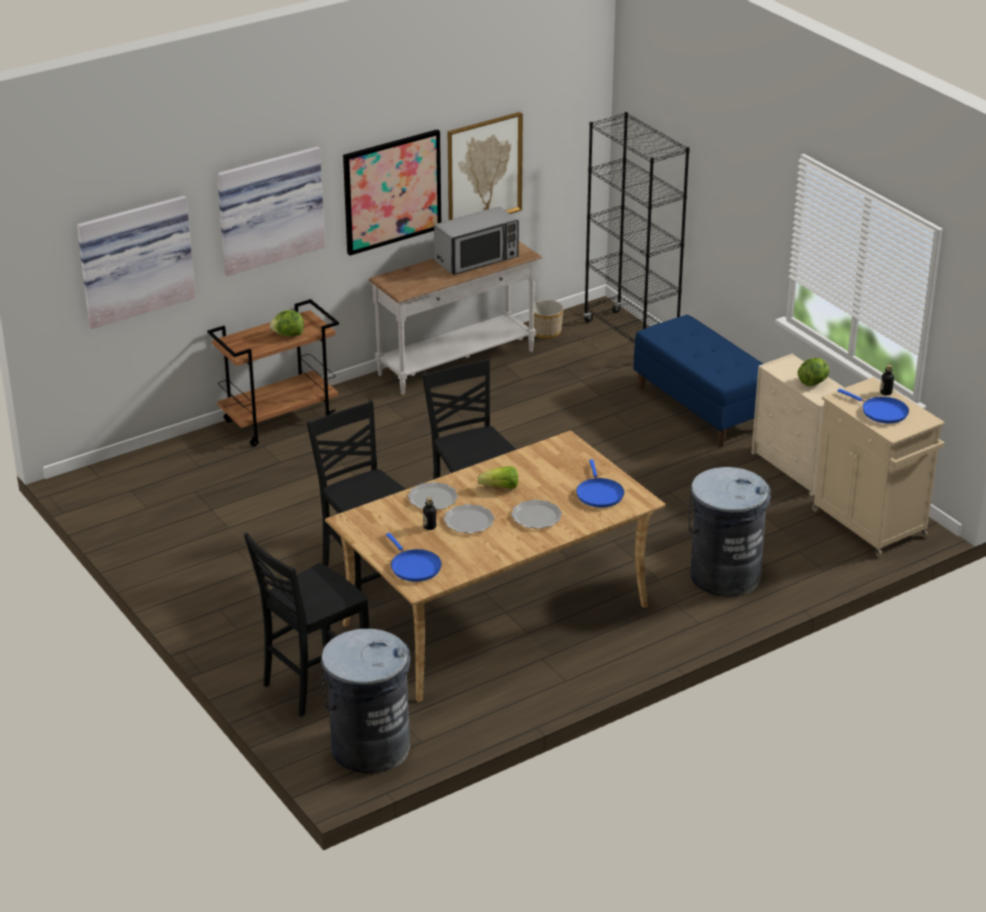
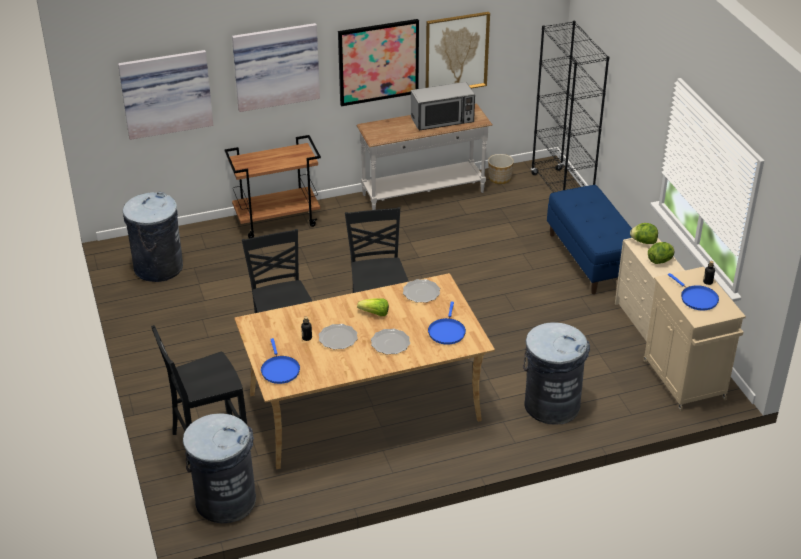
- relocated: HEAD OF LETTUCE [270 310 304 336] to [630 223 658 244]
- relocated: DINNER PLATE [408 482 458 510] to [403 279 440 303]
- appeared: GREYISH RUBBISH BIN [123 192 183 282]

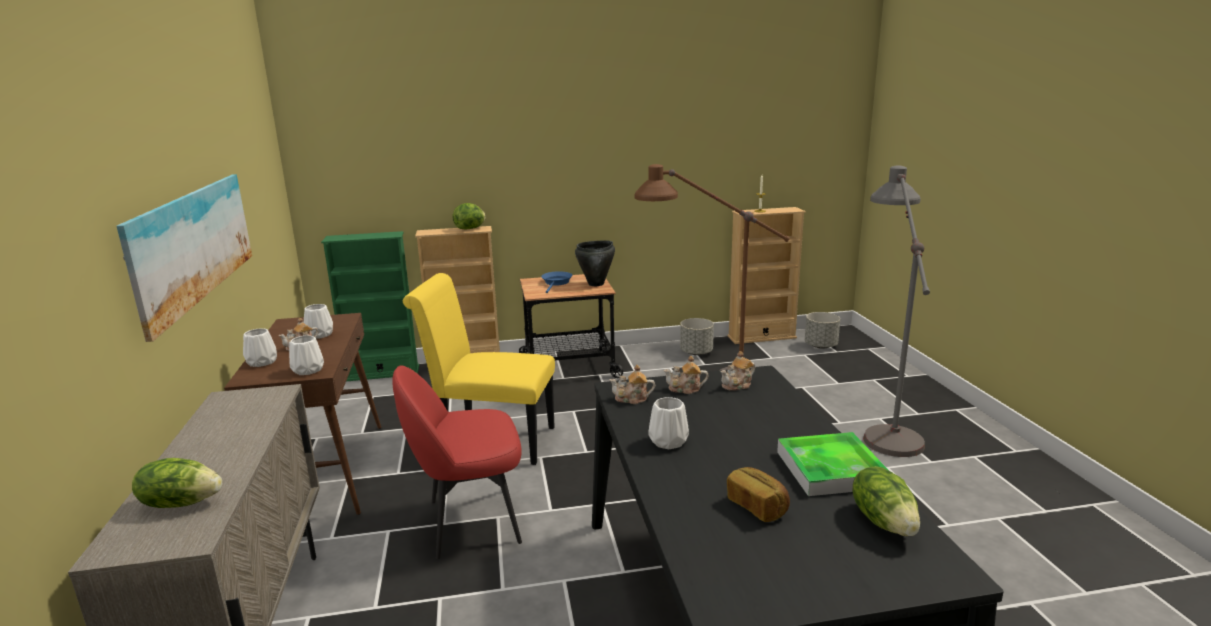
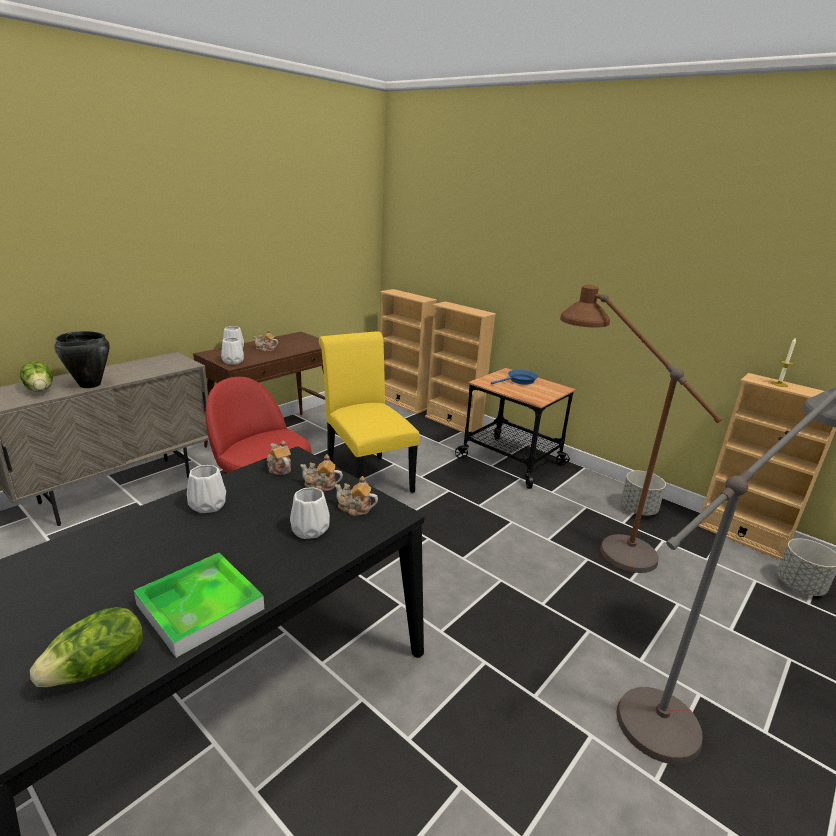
- missing: WALL PICTURE [117 174 252 342]
- relocated: WHITE FLOWER VASE [304 304 333 339] to [290 487 330 539]
- colour: GREENISH SHELVING UNIT [321 231 419 381] to BEIGE SHELVING UNIT [380 289 437 414]
- missing: HEAD OF LETTUCE [453 203 486 229]
- relocated: BLACK STOCKPOT [575 240 615 286] to [54 331 110 388]
- spun: TEA POT [664 356 709 394] = [300 454 343 491] 45 degrees counterclockwise
- missing: BREAD [727 467 790 522]

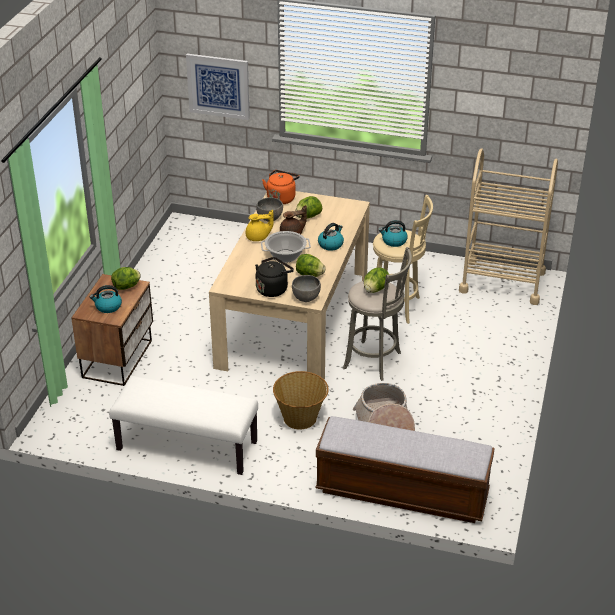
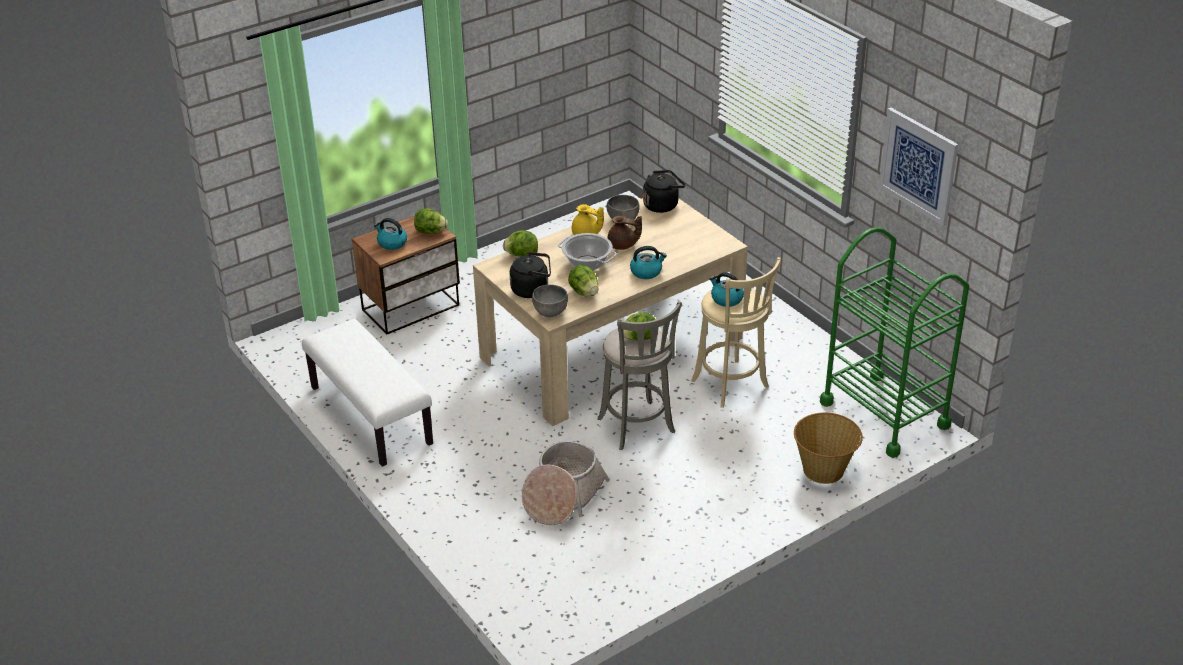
- relocated: WALL PICTURE [186 54 250 120] to [879 108 958 226]
- colour: ORANGE KETTLE [262 170 299 204] to BLACK KETTLE [643 170 685 213]
- relocated: BASKET [273 371 329 429] to [794 413 863 484]
- relocated: HEAD OF LETTUCE [295 196 322 218] to [503 231 538 257]
- missing: INDOOR BENCH [315 416 495 523]
- colour: BEIGE TROLLEY [459 148 558 305] to GREENISH TROLLEY [820 227 969 458]

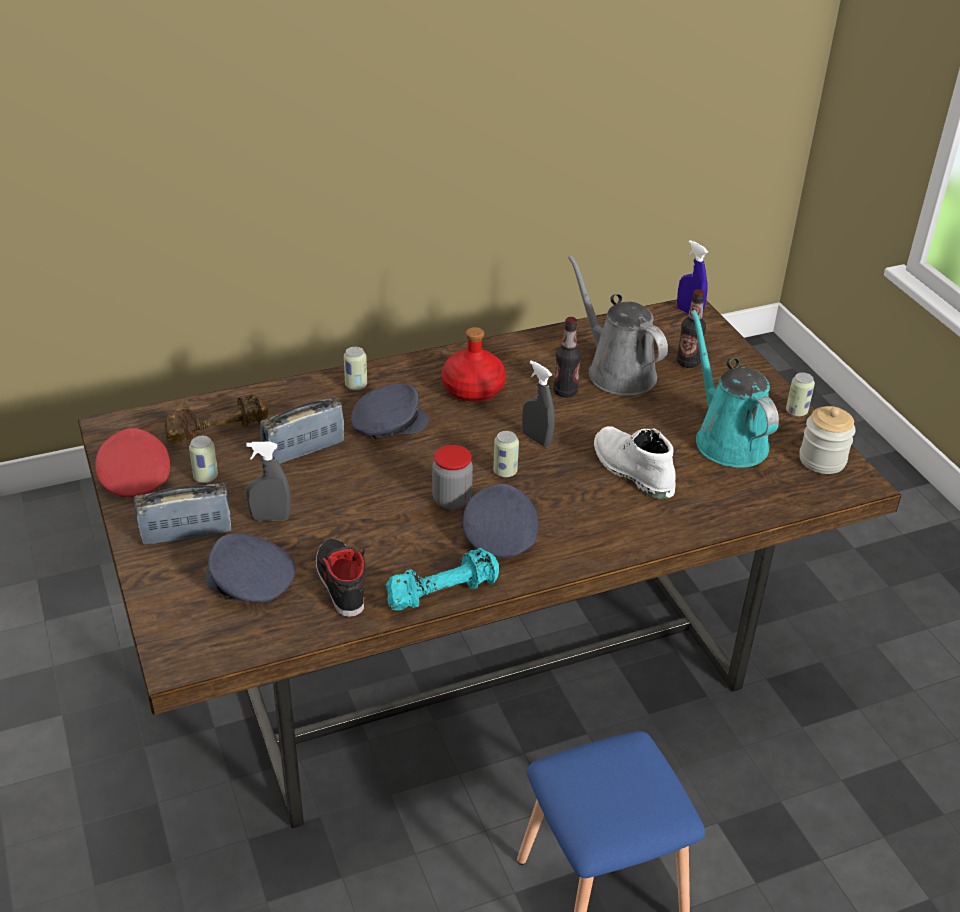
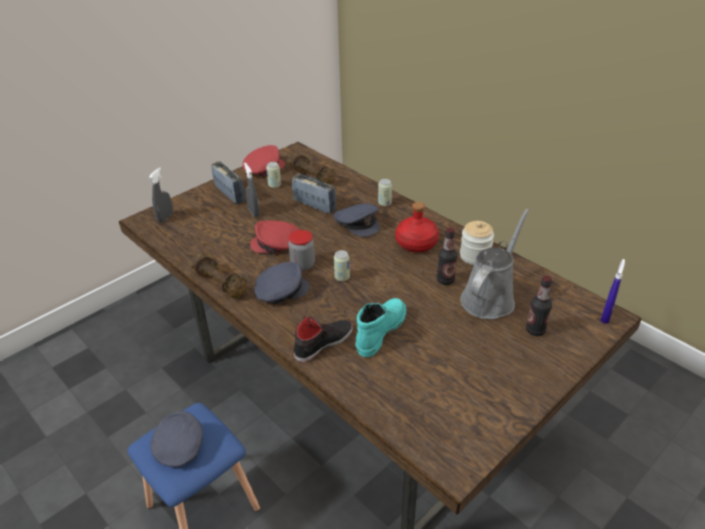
- relocated: GREYISH PEAKED CAP [205 533 295 602] to [151 411 203 467]
- relocated: BLACK ITEM OF FOOTWEAR [316 539 365 617] to [294 315 353 362]
- colour: BLUE-GREEN HAND WEIGHT [386 548 499 611] to BROWN HAND WEIGHT [188 252 247 299]
- relocated: GREYISH SPRAYER [522 360 555 447] to [149 168 173 223]
- colour: WHITE HIGH-TOP BOOT [594 426 676 499] to BLUE-GREEN HIGH-TOP BOOT [355 298 406 357]
- missing: BLUE-GREEN WATERING POT [691 310 779 468]
- missing: METAL CAN [786 373 815 417]
- relocated: STORAGE JAR [799 406 856 474] to [460 221 494 265]
- appeared: RED PEAKED CAP [250 221 299 254]

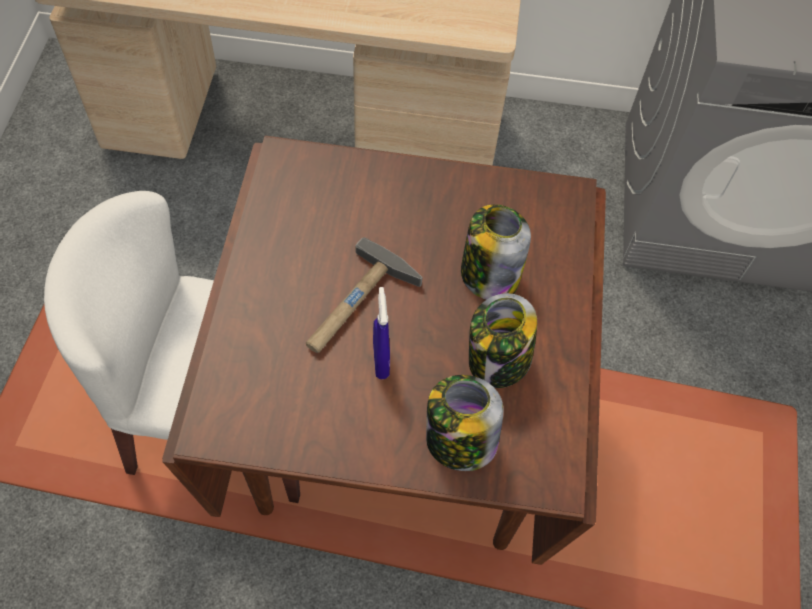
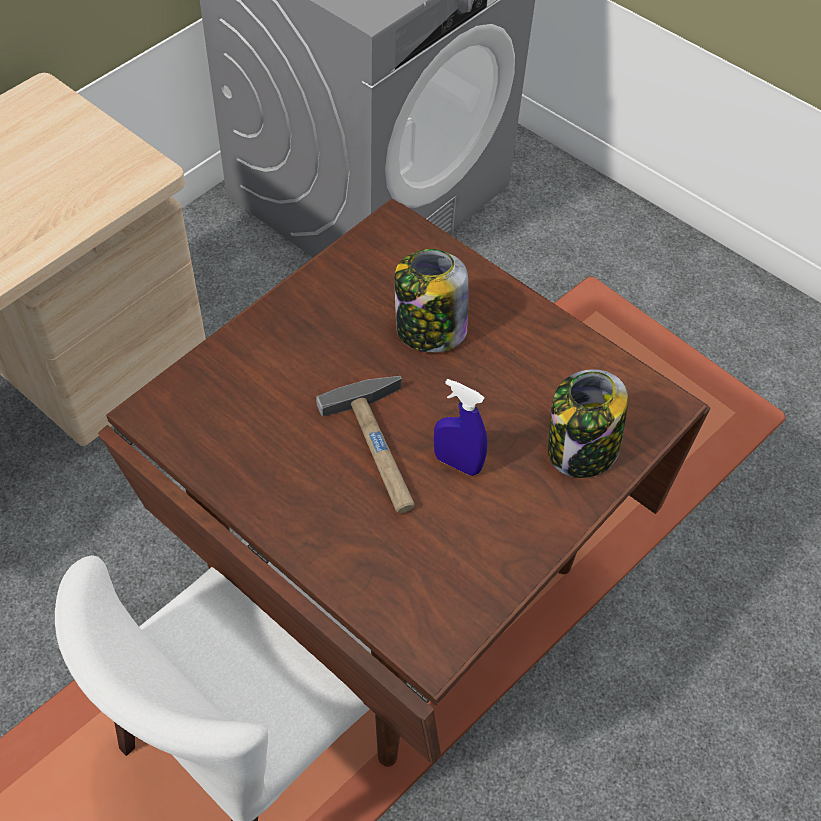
- missing: STORAGE JAR [469 293 538 388]

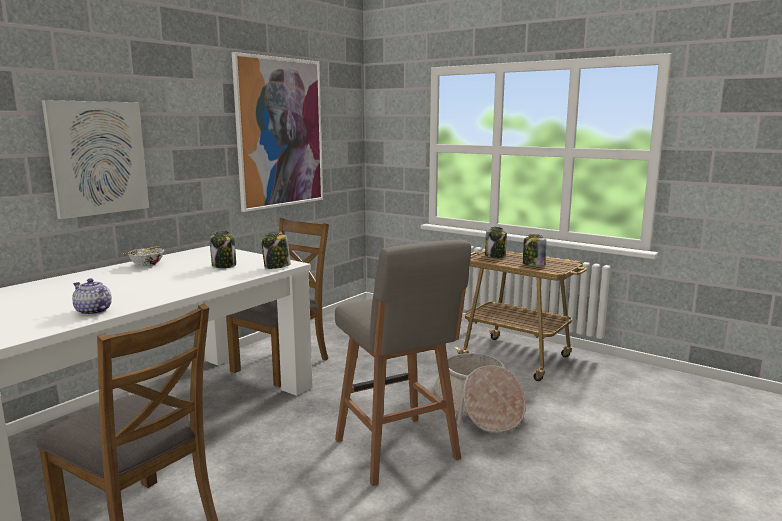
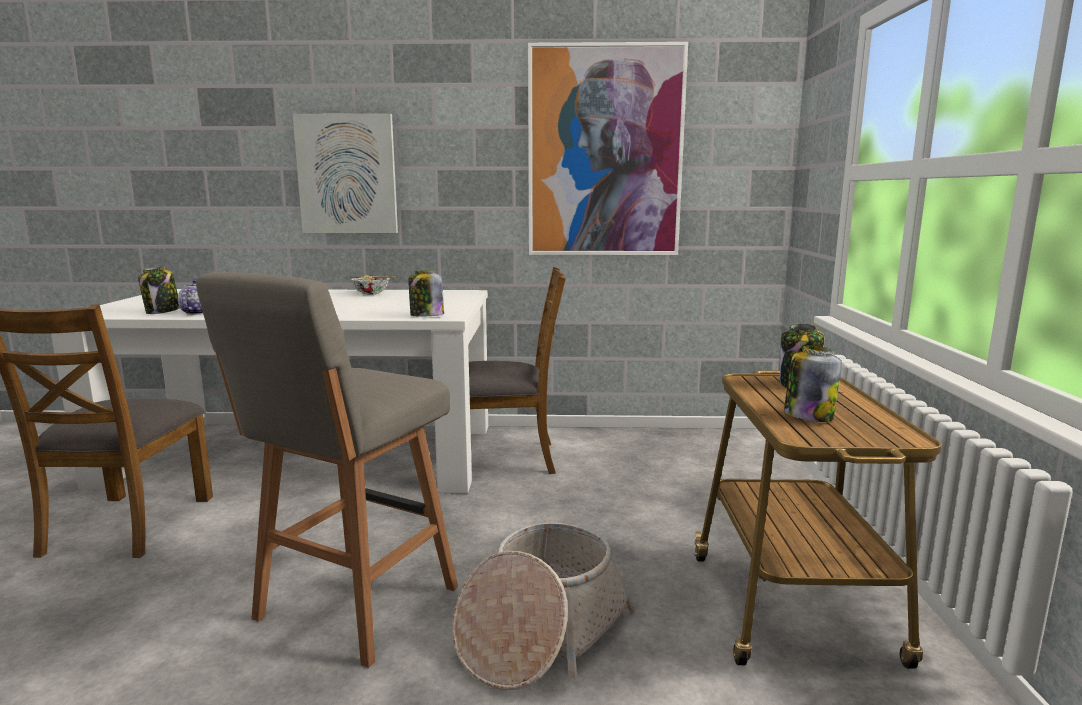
- relocated: STORAGE JAR [210 231 236 268] to [138 266 180 314]

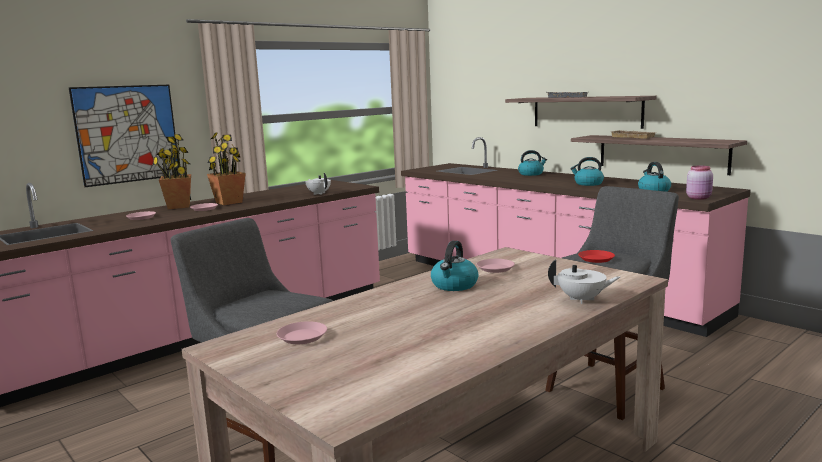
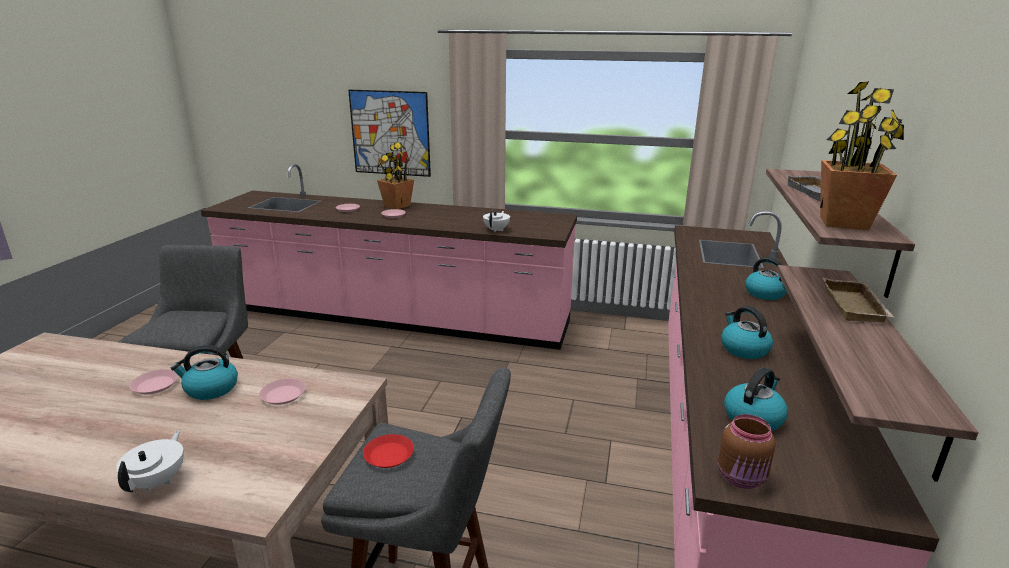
- relocated: HOUSEPLANT [207 132 246 205] to [820 81 904 230]
- relocated: PINK-COLOURED DINNER PLATE [277 321 327 344] to [129 369 179 394]
- spun: WHITE TEA POT [548 259 620 304] = [116 430 184 492] 150 degrees counterclockwise
- colour: PINK-COLOURED STORAGE JAR [686 166 713 200] to BROWN STORAGE JAR [718 414 776 489]

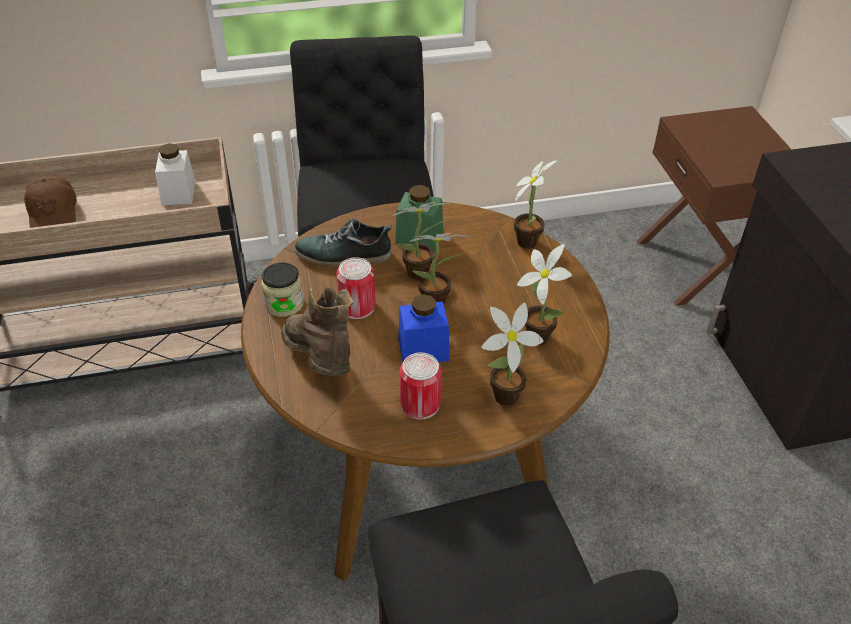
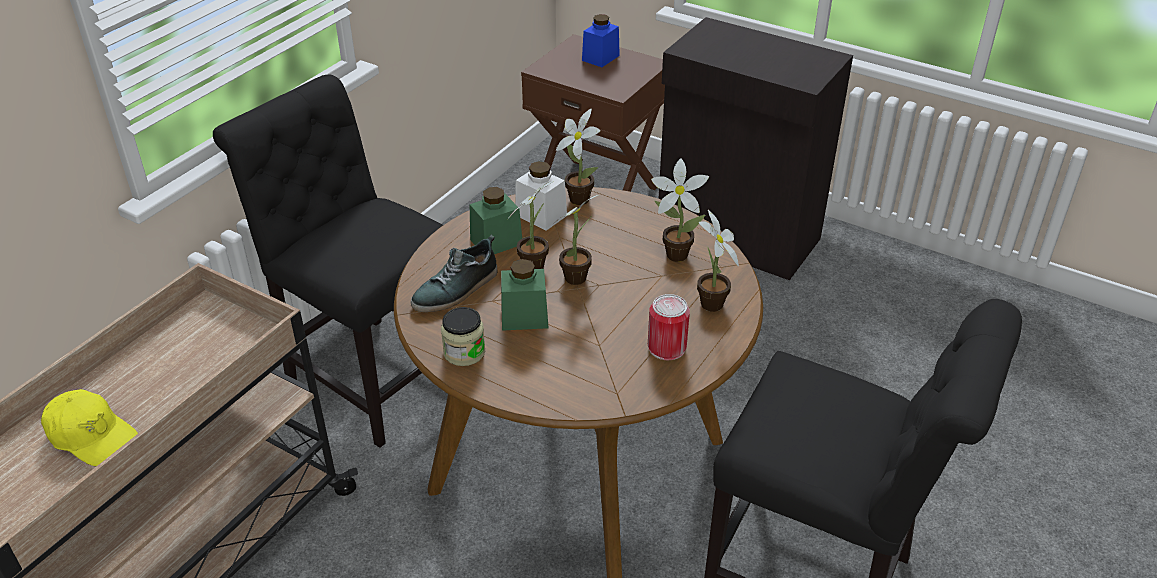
- colour: BROWN PEAKED CAP [24 175 77 228] to YELLOW-COLOURED PEAKED CAP [41 389 138 466]
- relocated: WHITE STORAGE JAR [155 143 195 205] to [515 161 567 231]
- missing: BROWN HIGH-TOP BOOT [281 287 353 375]
- exchanged: METAL CAN [336 257 376 319] to GREENISH STORAGE JAR [501 259 549 331]
- relocated: BLUISH STORAGE JAR [398 294 450 362] to [582 14 620 67]

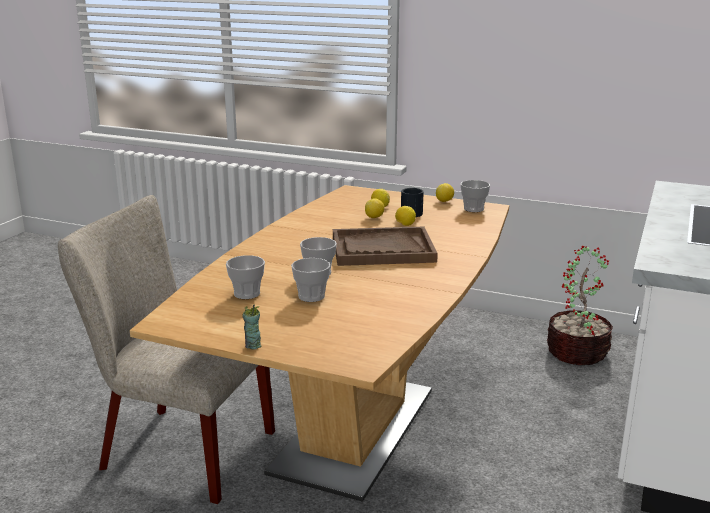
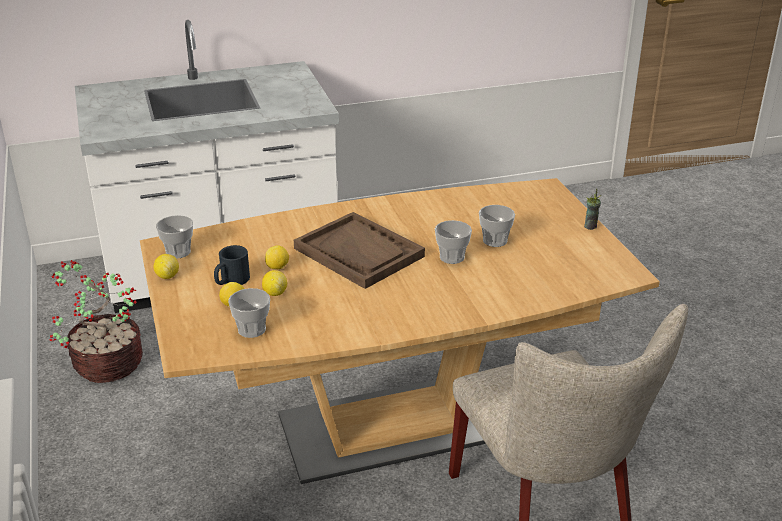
- relocated: SMALL CUP [226 255 265 299] to [228 288 270 338]

